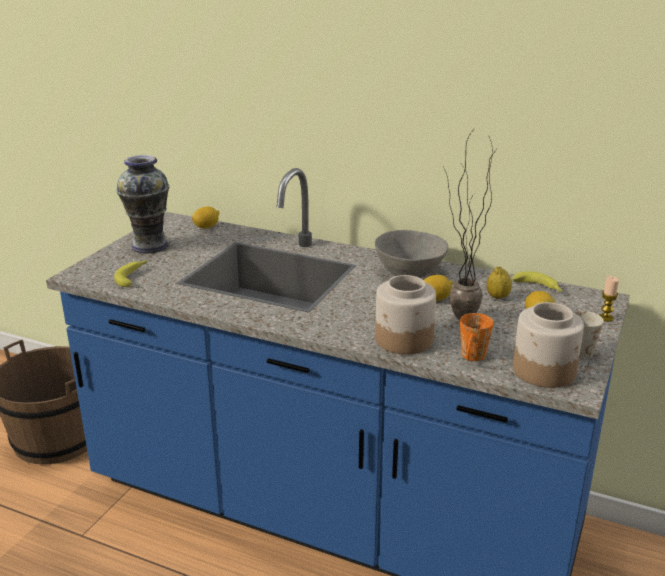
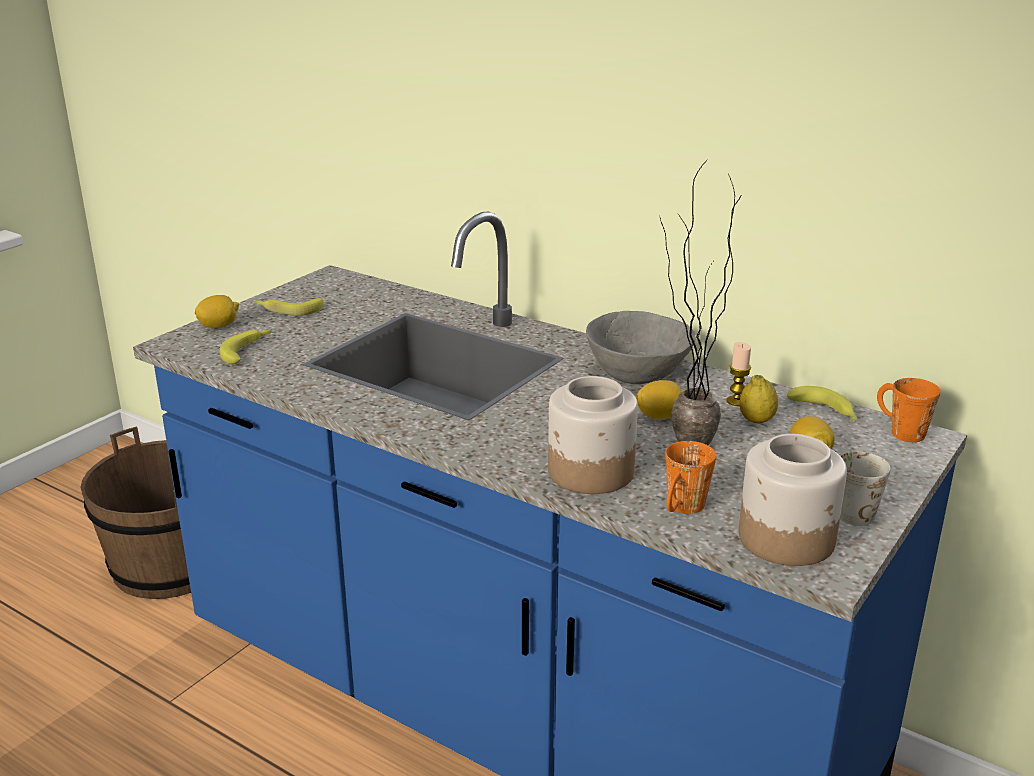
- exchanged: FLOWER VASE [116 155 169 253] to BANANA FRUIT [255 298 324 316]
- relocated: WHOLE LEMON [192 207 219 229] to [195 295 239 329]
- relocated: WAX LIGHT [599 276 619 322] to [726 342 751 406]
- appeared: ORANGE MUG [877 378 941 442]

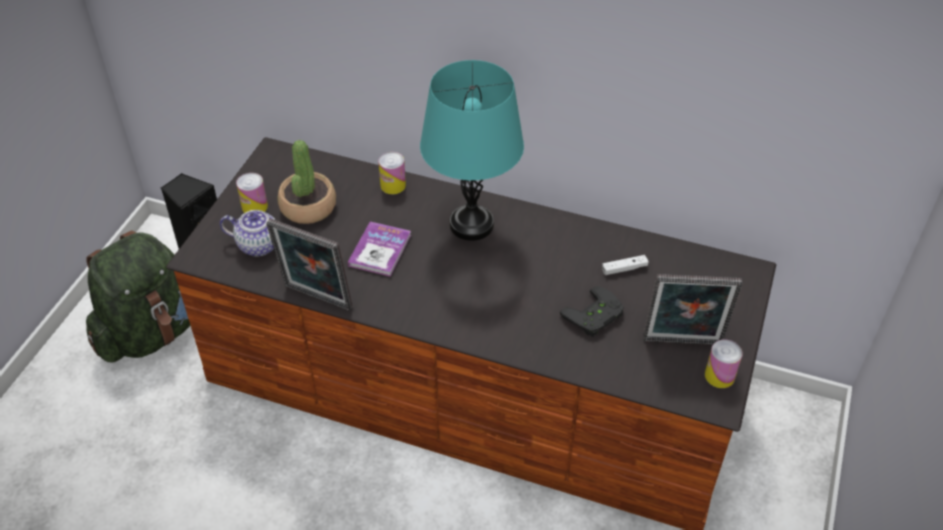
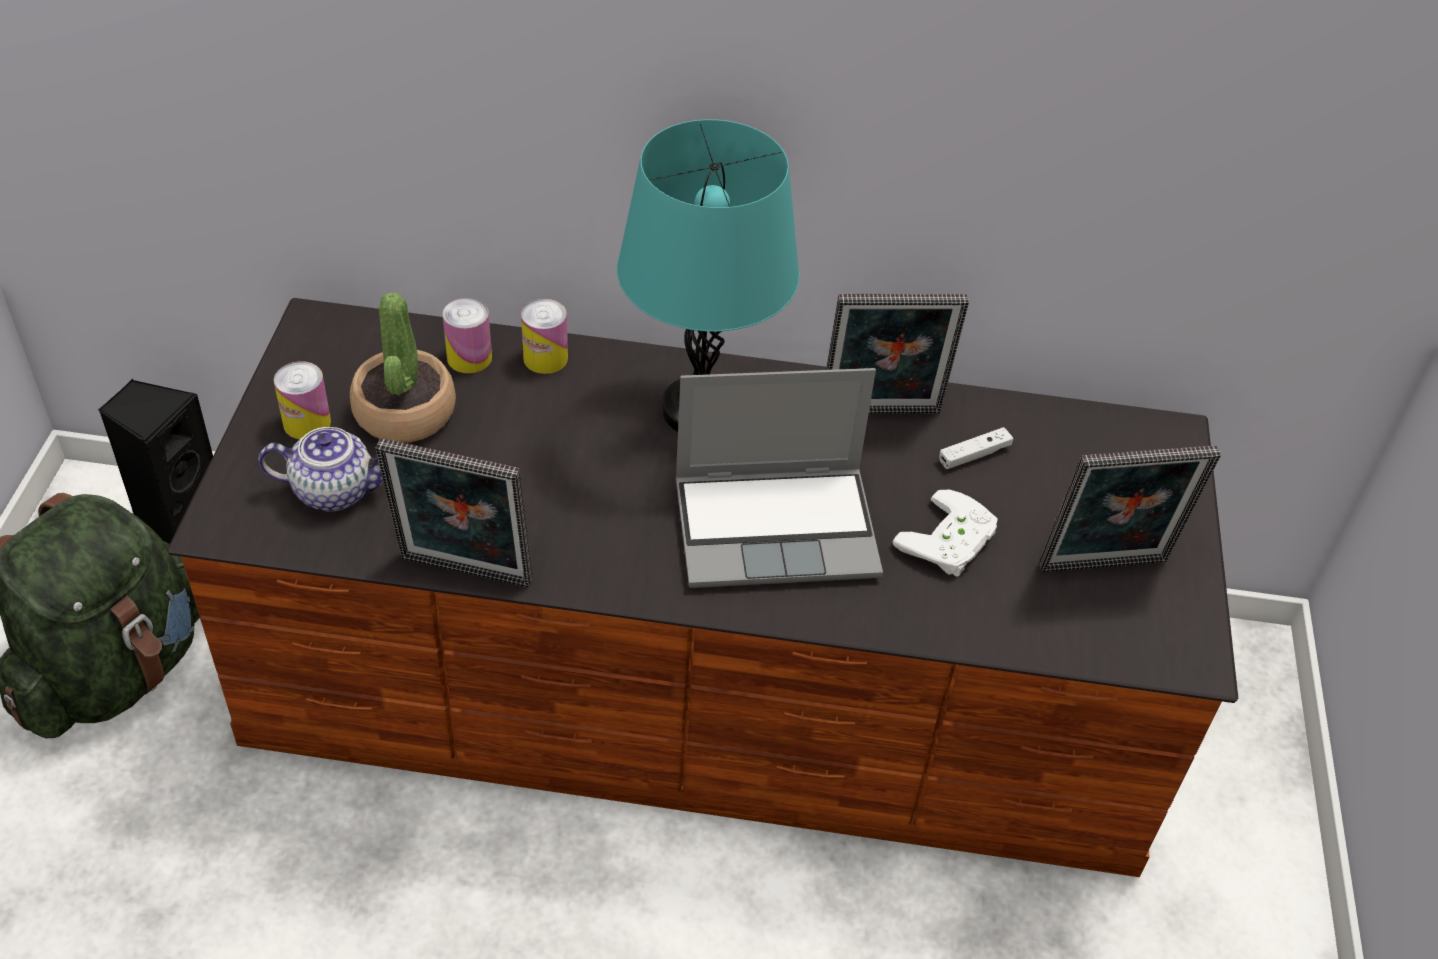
- missing: BOOK [348 221 411 276]
- colour: BLACK GAME CONTROLLER [560 286 624 337] to WHITE GAME CONTROLLER [893 490 998 576]
- relocated: METAL CAN [705 339 743 388] to [442 298 492 373]
- appeared: NOTEBOOK COMPUTER [676 368 883 588]
- appeared: PHOTO FRAME [826 294 969 414]

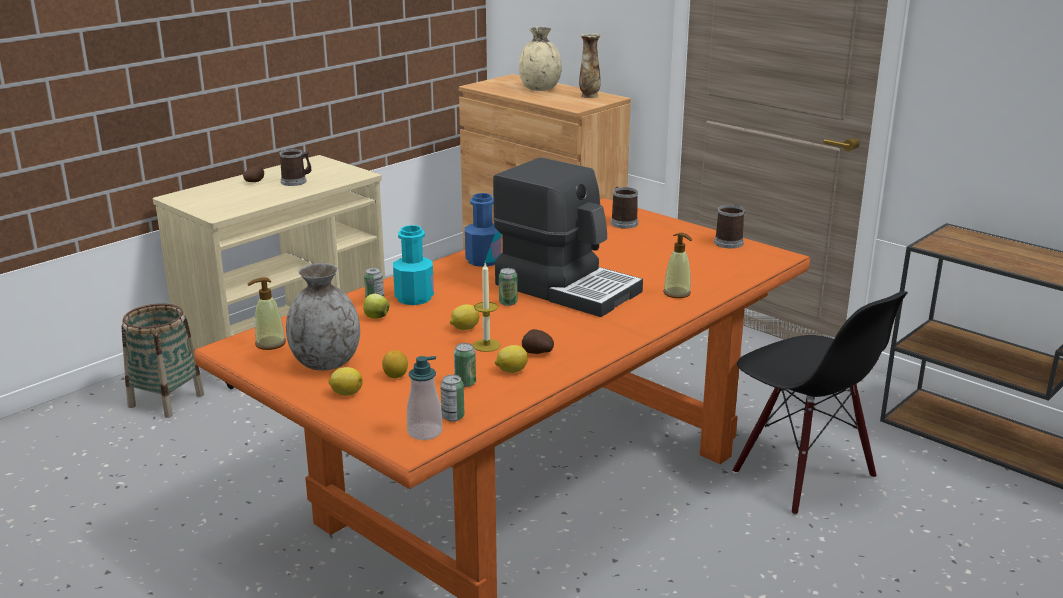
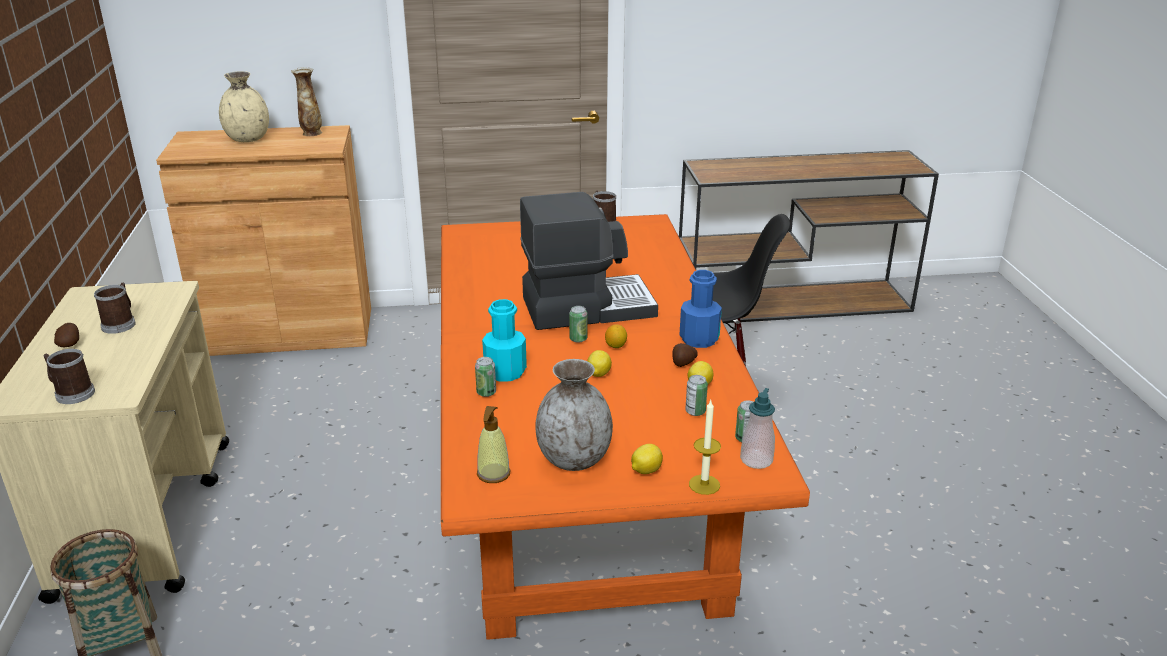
- missing: APPLE [363 294 390 319]
- relocated: WHOLE LEMON [382 350 408 378] to [605 324 627 348]
- relocated: BLUISH DRINK BOTTLE [465 193 502 267] to [679 270 722 348]
- relocated: WAX LIGHT [473 263 501 352] to [689 400 721 495]
- relocated: MUG [610 187 638 229] to [43 349 95 404]
- missing: SOAP BOTTLE [663 233 693 298]

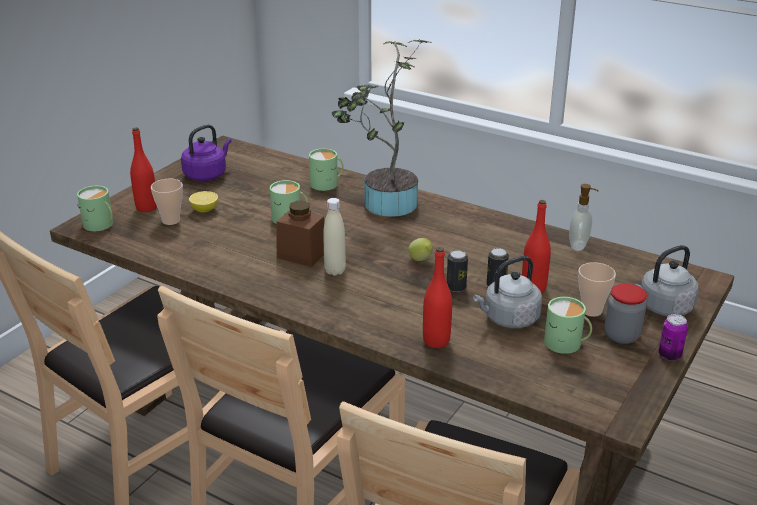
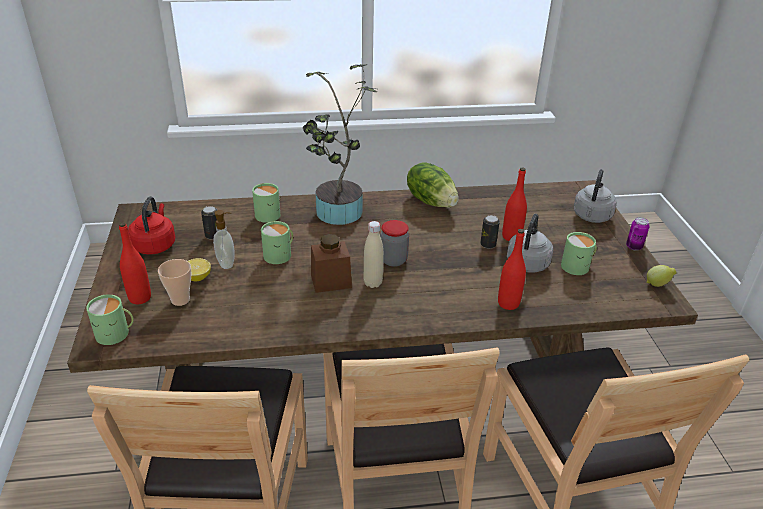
- colour: PURPLE-COLOURED KETTLE [181 124 232 181] to RED KETTLE [128 196 175 255]
- relocated: WHOLE LEMON [408 238 433 261] to [647 265 677 287]
- relocated: METAL CAN [447 250 468 292] to [201 206 217 240]
- relocated: SOAP BOTTLE [569 184 599 251] to [213 210 235 269]
- missing: SMALL CUP [578 262 616 317]
- relocated: STORAGE JAR [605 283 647 344] to [380 220 409 267]
- appeared: HEAD OF LETTUCE [407 163 459 207]

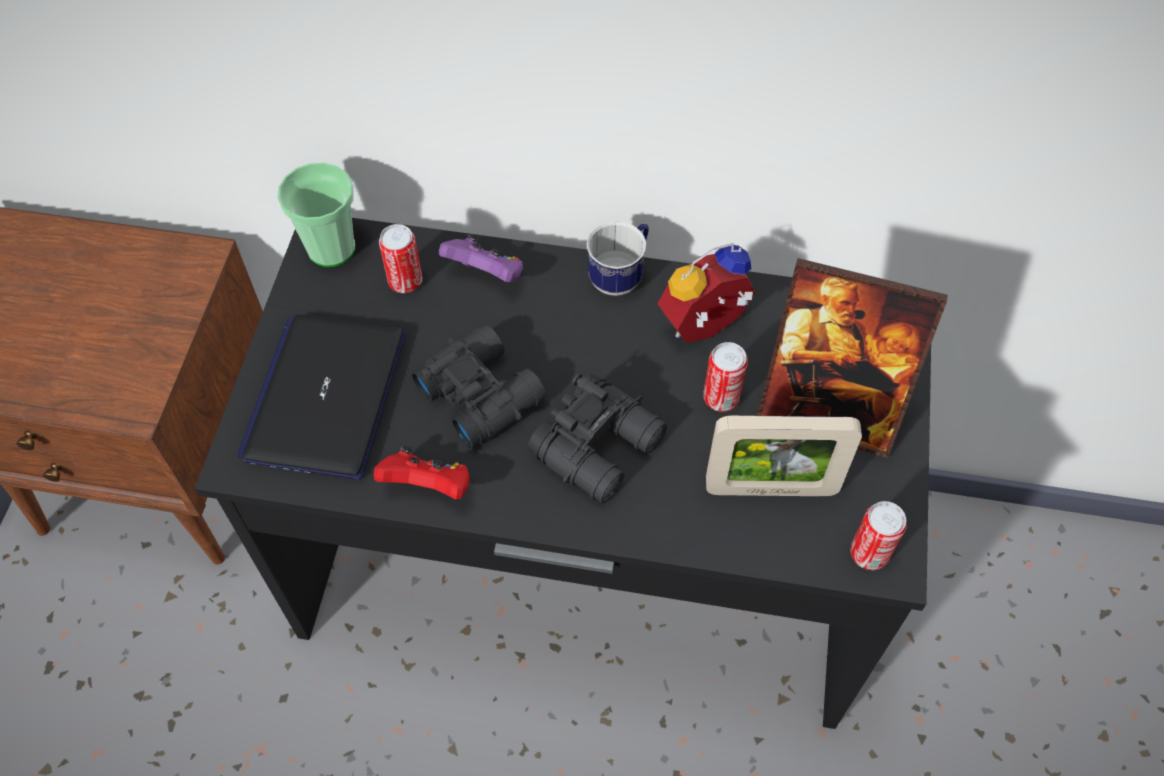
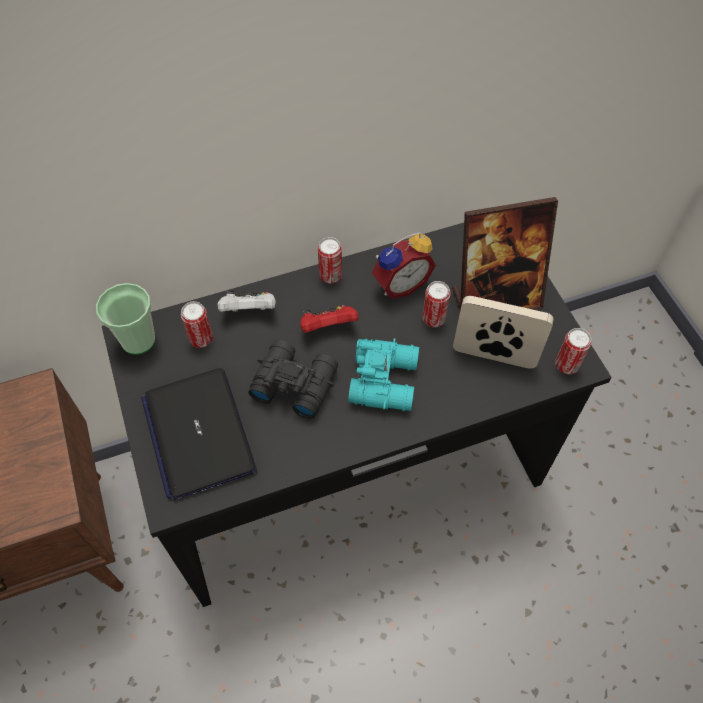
- relocated: RED GAME CONTROLLER [374 446 470 499] to [300 305 359 333]
- colour: PURPLE-COLOURED GAME CONTROLLER [439 234 523 282] to WHITE GAME CONTROLLER [217 291 276 312]
- colour: BLACK PAIR OF BINOCULARS [528 373 667 503] to BLUE-GREEN PAIR OF BINOCULARS [348 338 419 411]
- exchanged: MUG [586 221 649 296] to METAL CAN [318 237 342 283]
- spun: BEDSIDE CLOCK [658 243 755 343] = [372 232 436 299] 150 degrees counterclockwise
- spun: PHOTO FRAME [706 416 862 496] = [453 296 554 369] 135 degrees counterclockwise

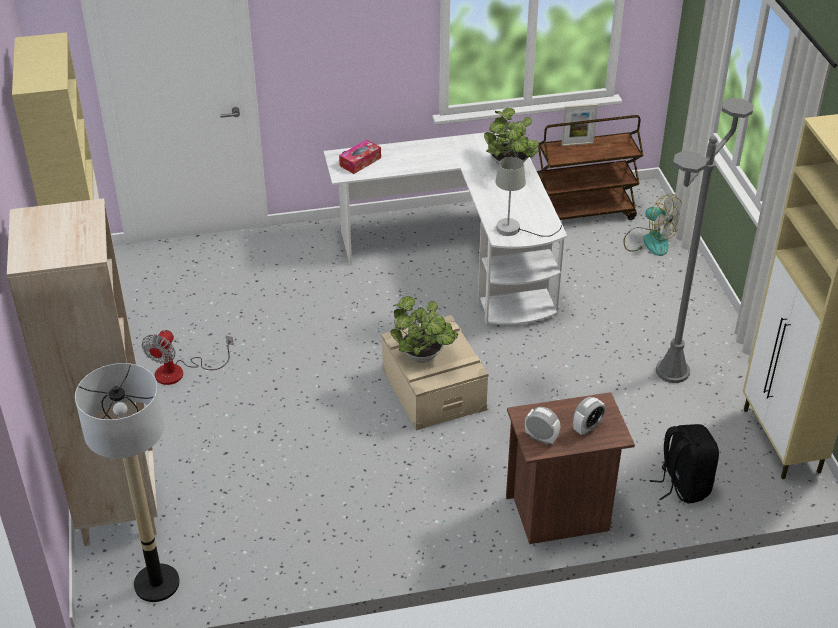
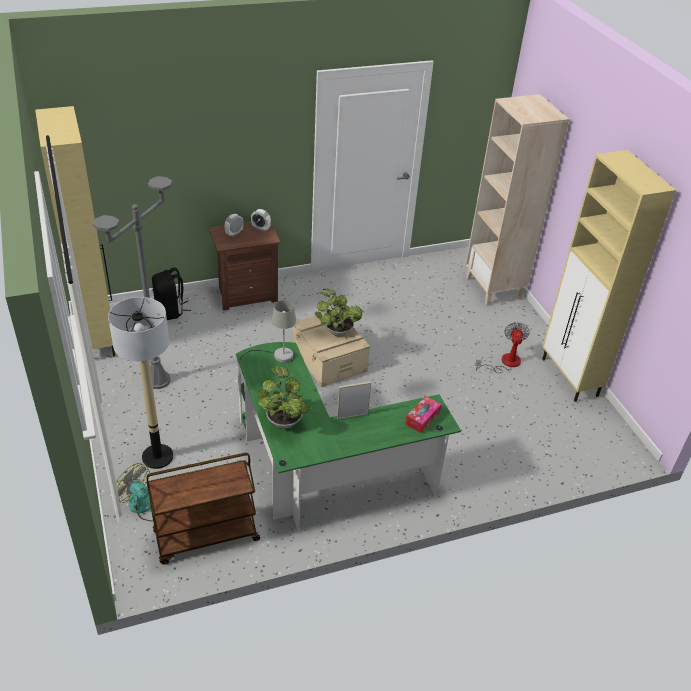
- relocated: FLOOR LAMP [75 363 180 602] to [108 297 173 469]
- colour: WHITE DESK [324 130 567 325] to GREENISH DESK [236 342 461 530]
- relocated: PHOTO FRAME [561 104 598 146] to [337 382 371 419]

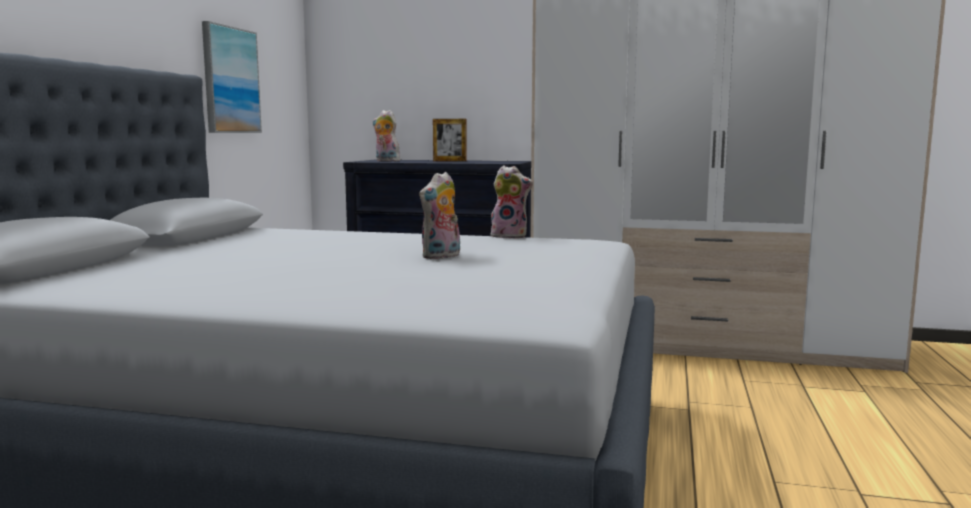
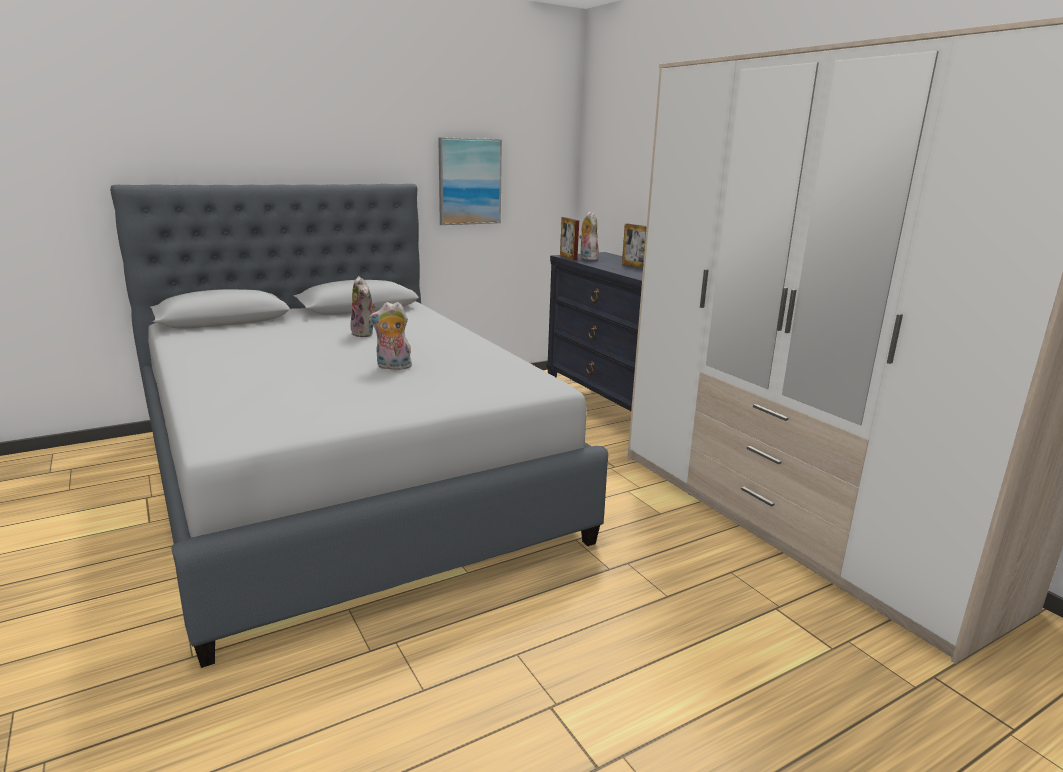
- relocated: PLUSH TOY [490 165 533 239] to [350 276 376 337]
- appeared: PHOTO FRAME [560 217 579 260]

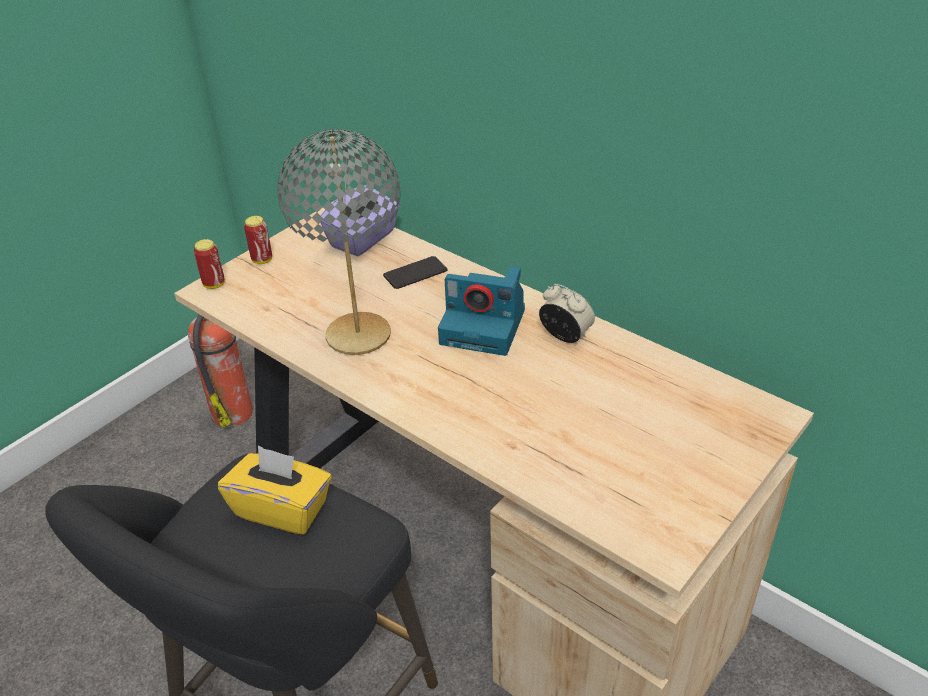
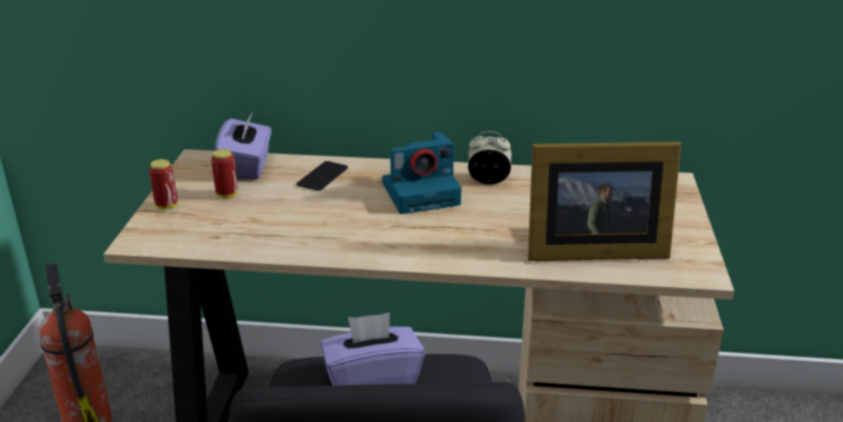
- relocated: METAL CAN [194 239 225 289] to [211 149 238 198]
- colour: YELLOW-COLOURED TISSUE HOLDER [218 445 331 535] to PURPLE-COLOURED TISSUE HOLDER [320 313 425 386]
- missing: GREYISH LAMP FOR A TABLE [277 129 401 355]
- appeared: PHOTO FRAME [528 142 681 261]

